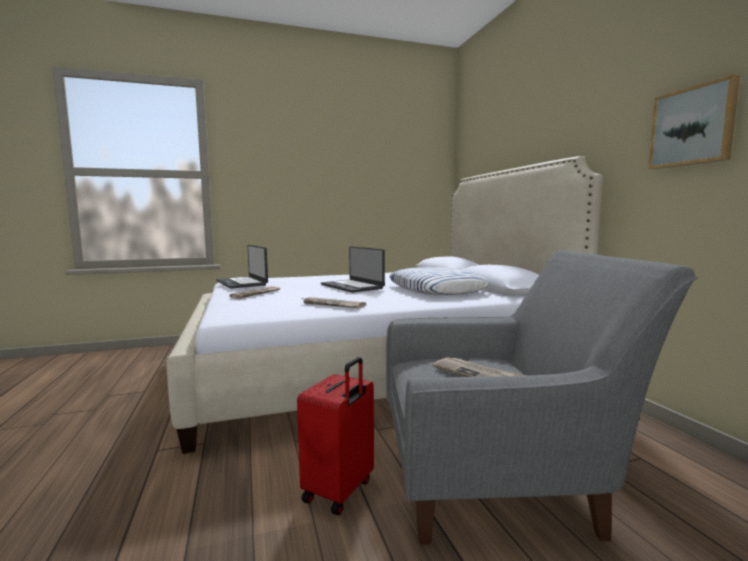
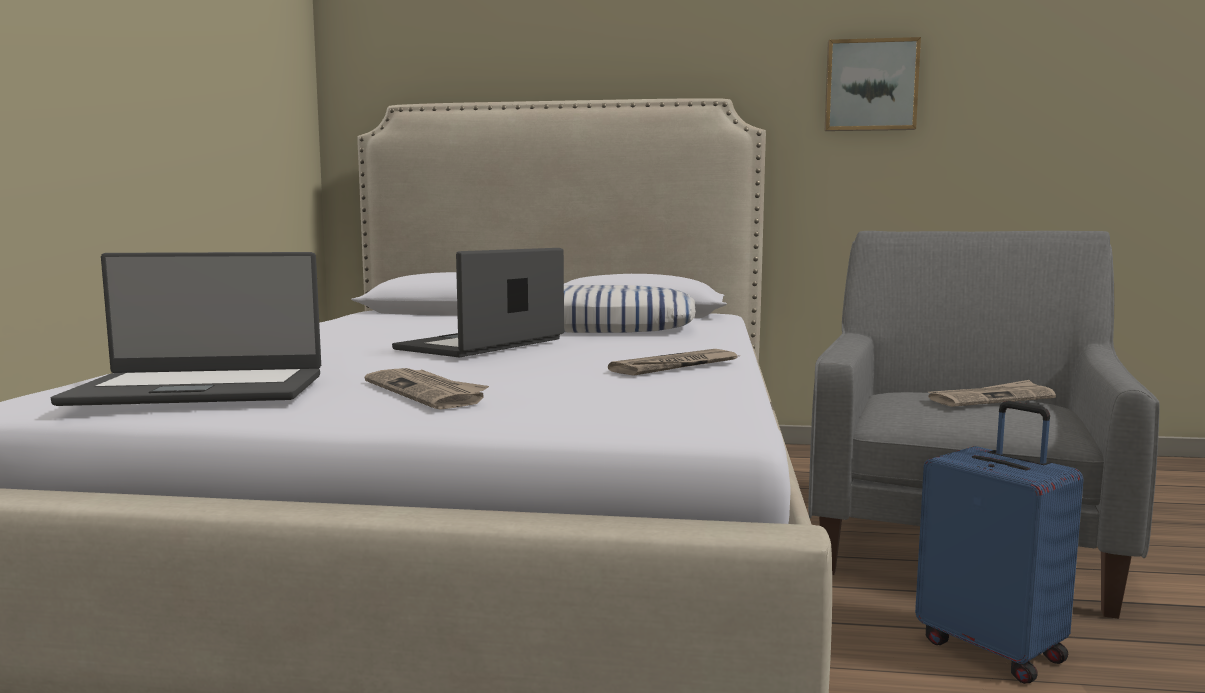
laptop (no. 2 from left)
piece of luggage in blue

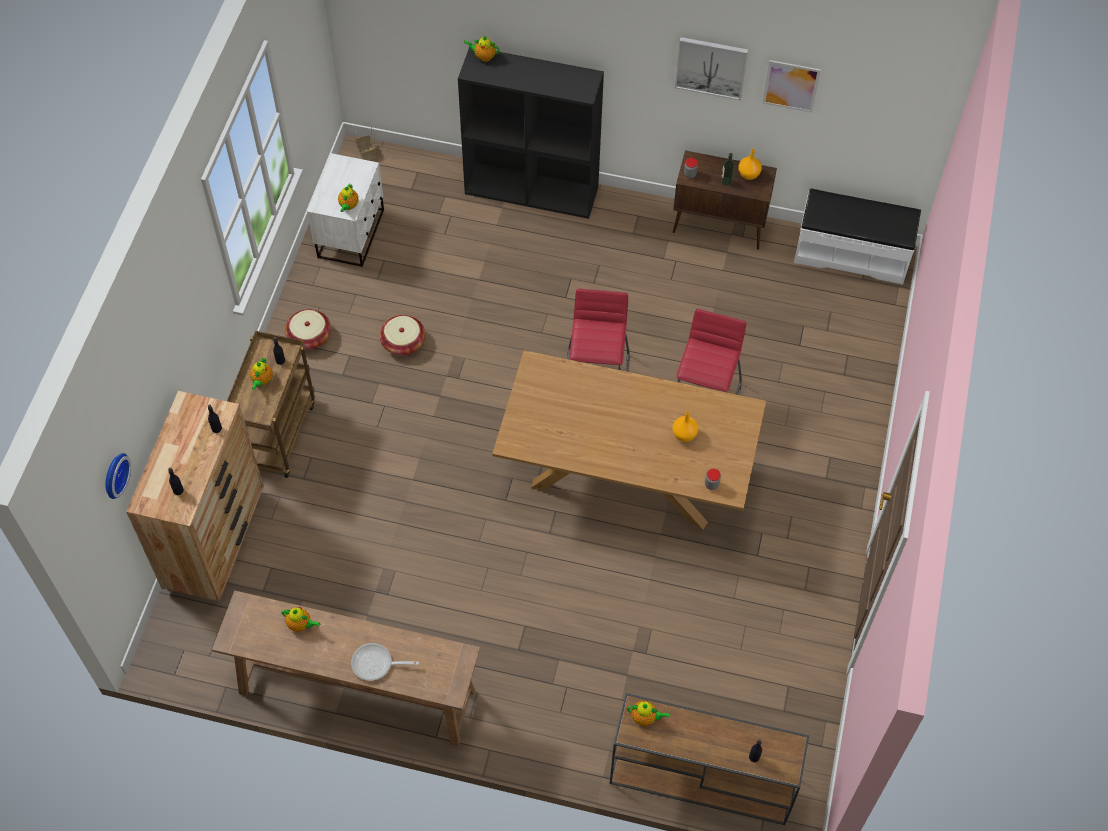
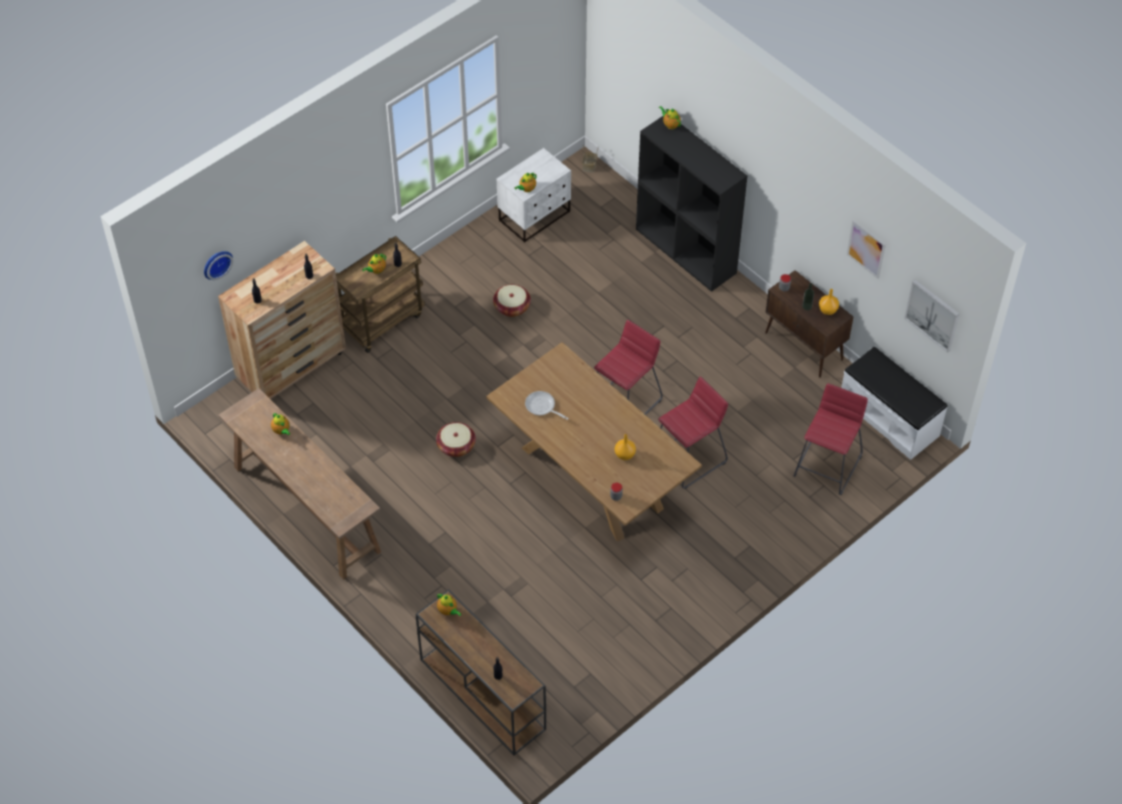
picture (no. 2 from left)
storage basket (no. 1 from left)
skillet
stool in reddish (no. 3 from left)

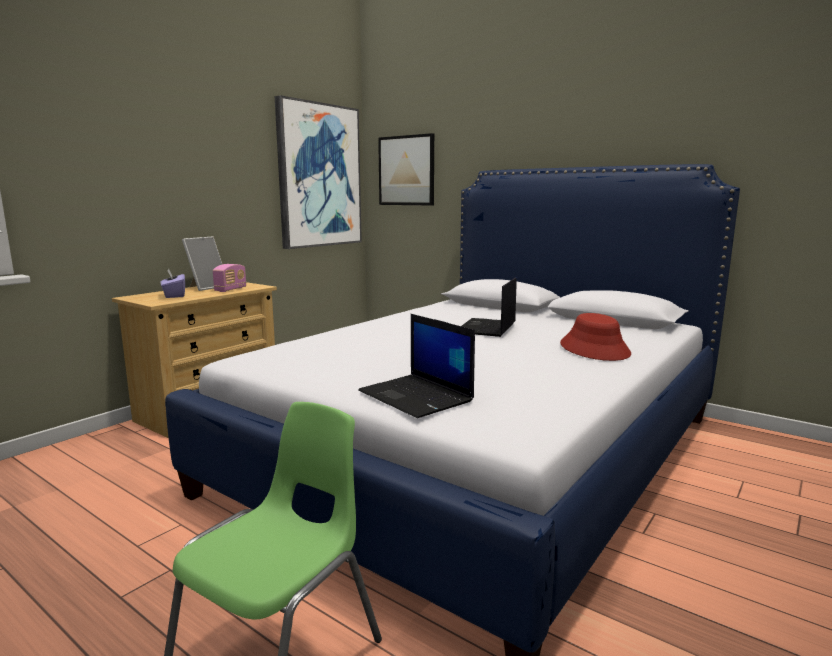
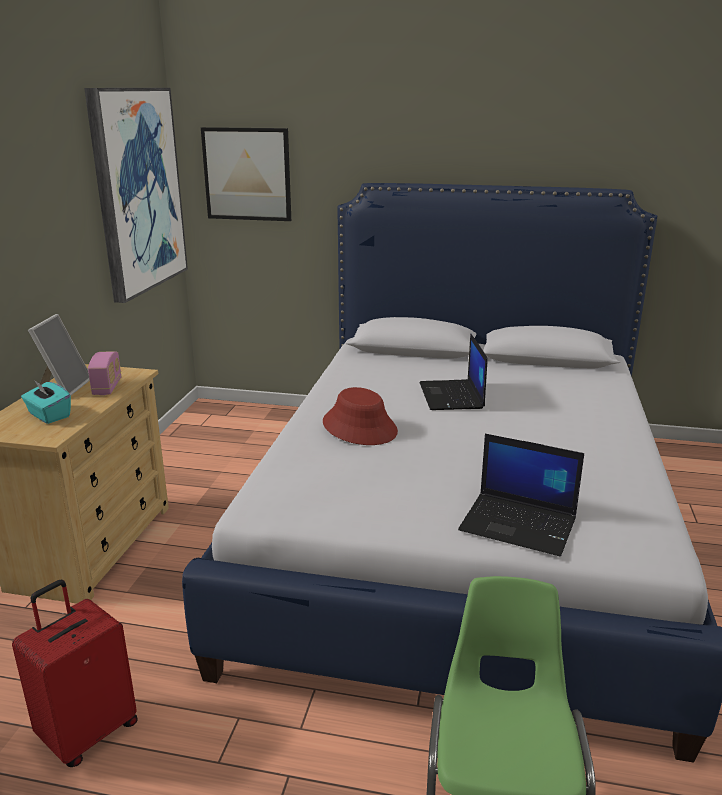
tissue holder in blue-green
wearable hat in reddish
piece of luggage in reddish

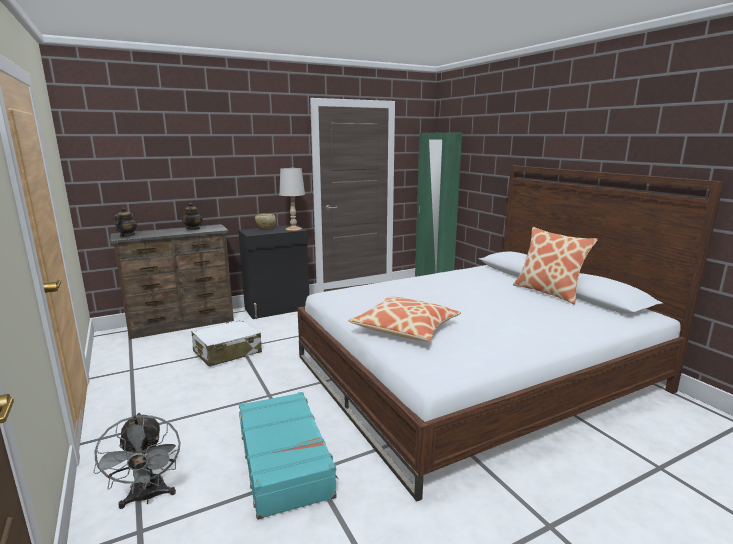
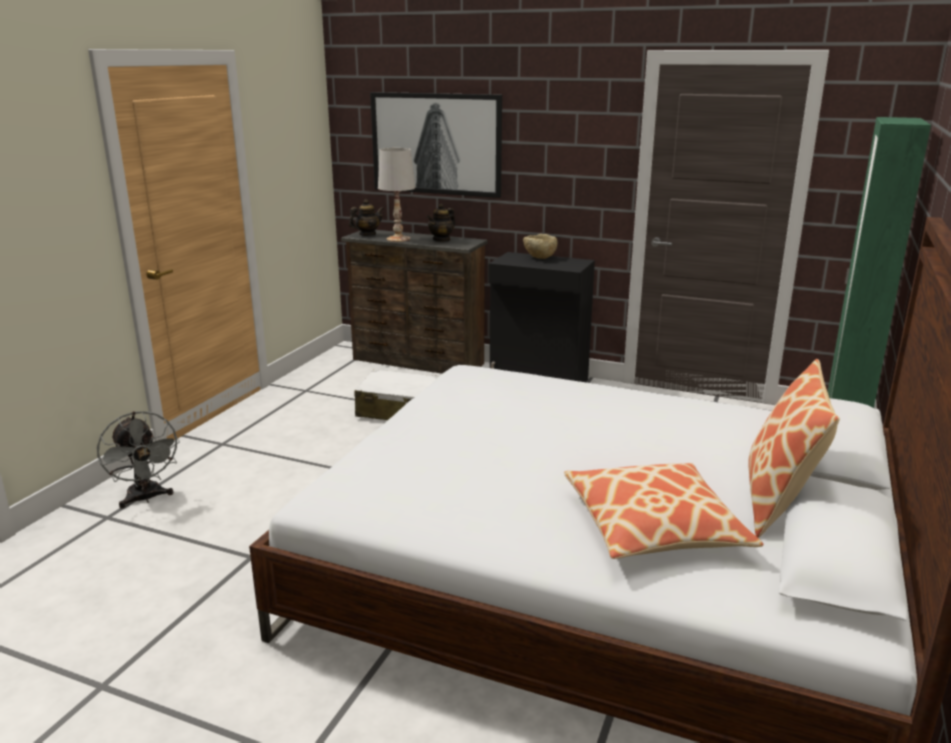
table lamp in whitish
throw pillow (no. 1 from left)
piece of luggage in blue-green
electric fan in grey
picture

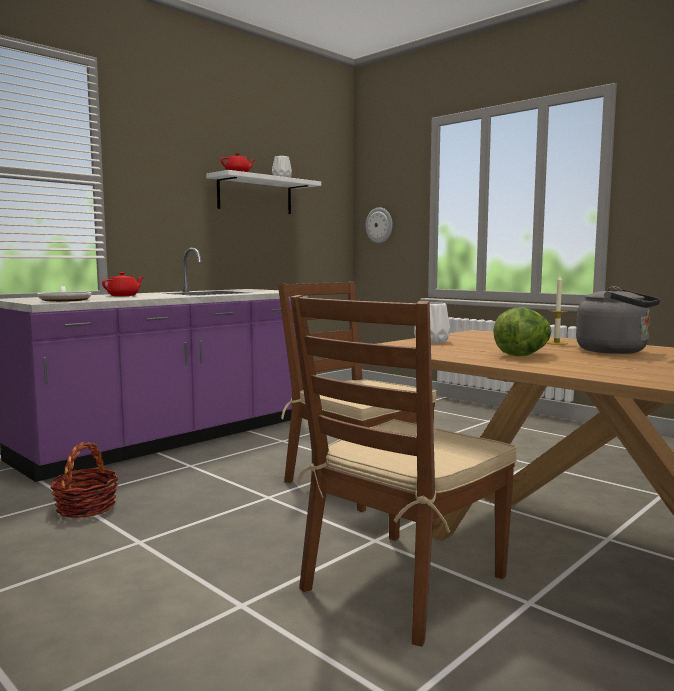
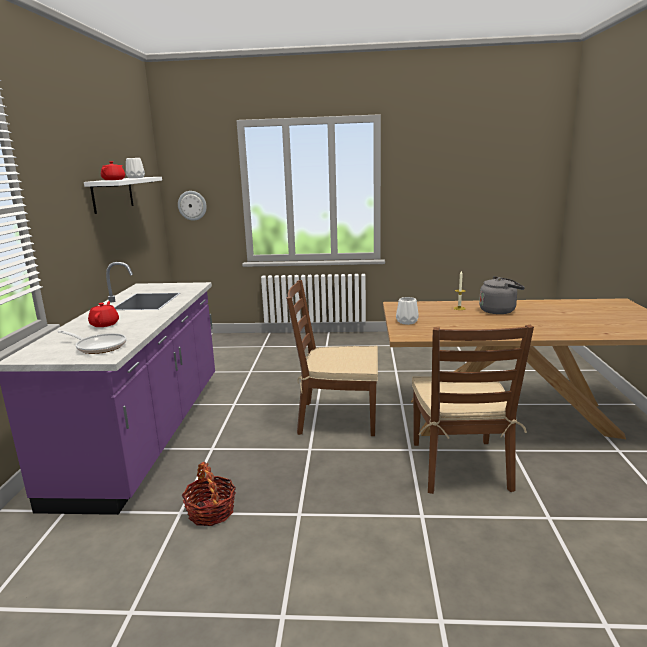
lettuce head

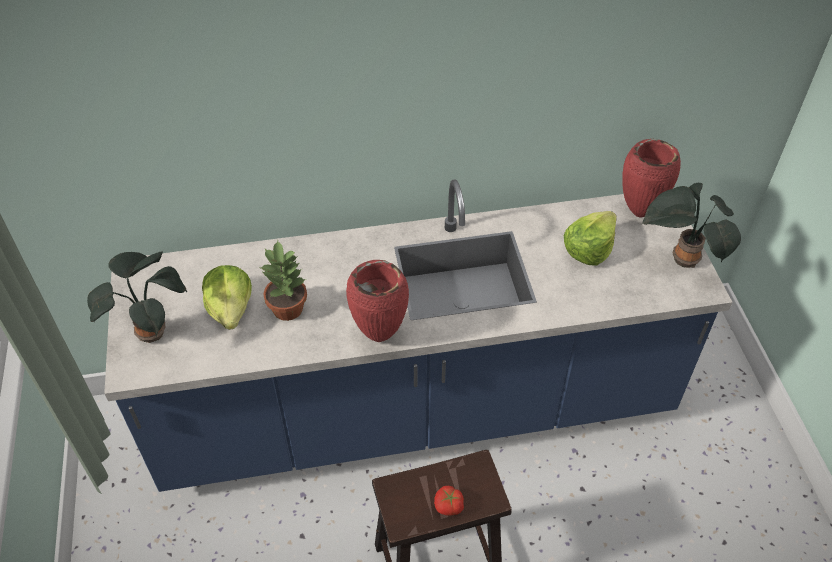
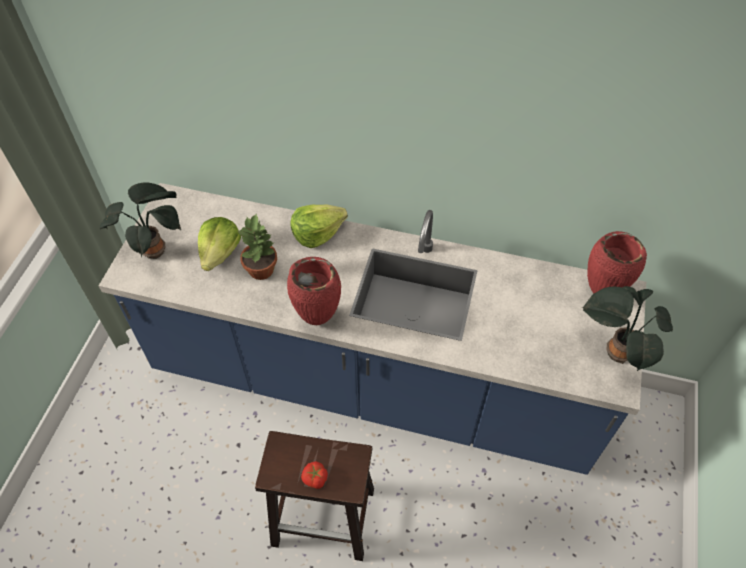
lettuce head (no. 2 from left)

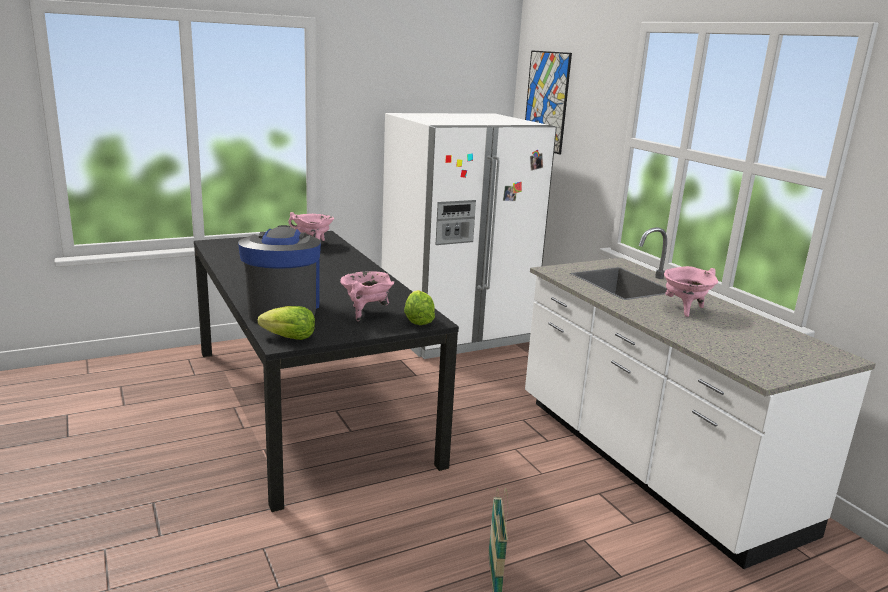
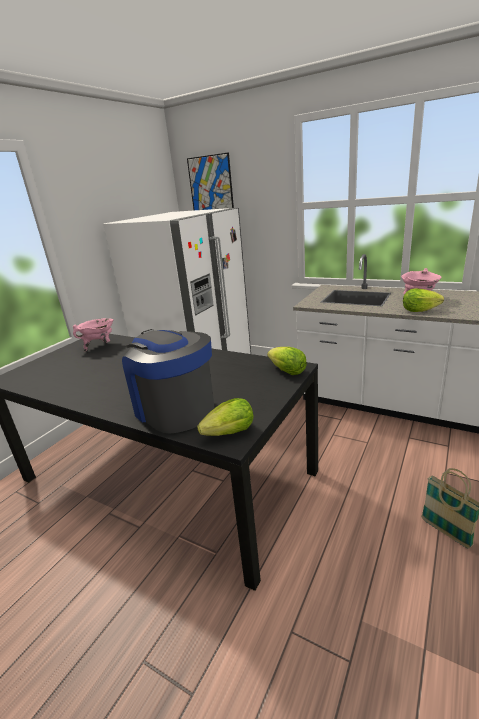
cooking pot in pink-coloured (no. 2 from left in the first image)
lettuce head (no. 3 from left)

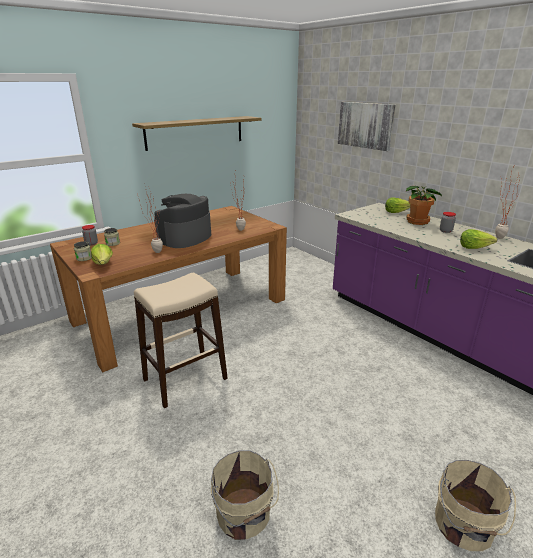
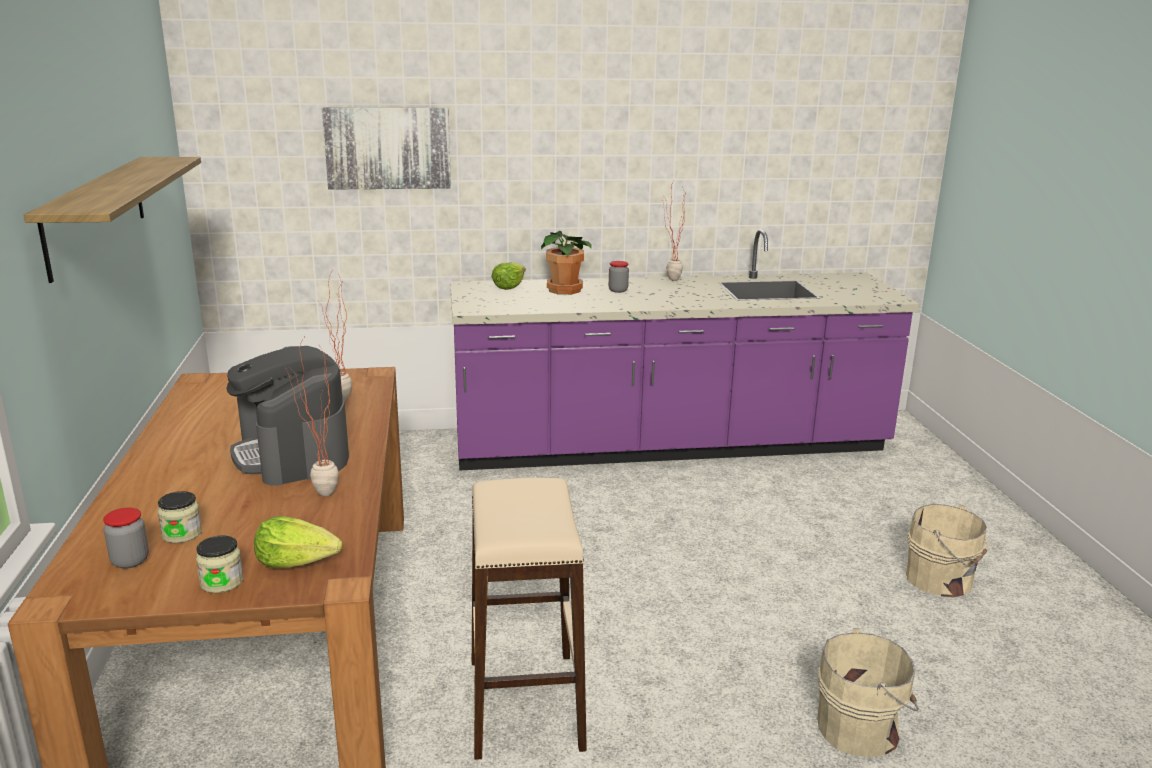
lettuce head (no. 3 from left in the first image)

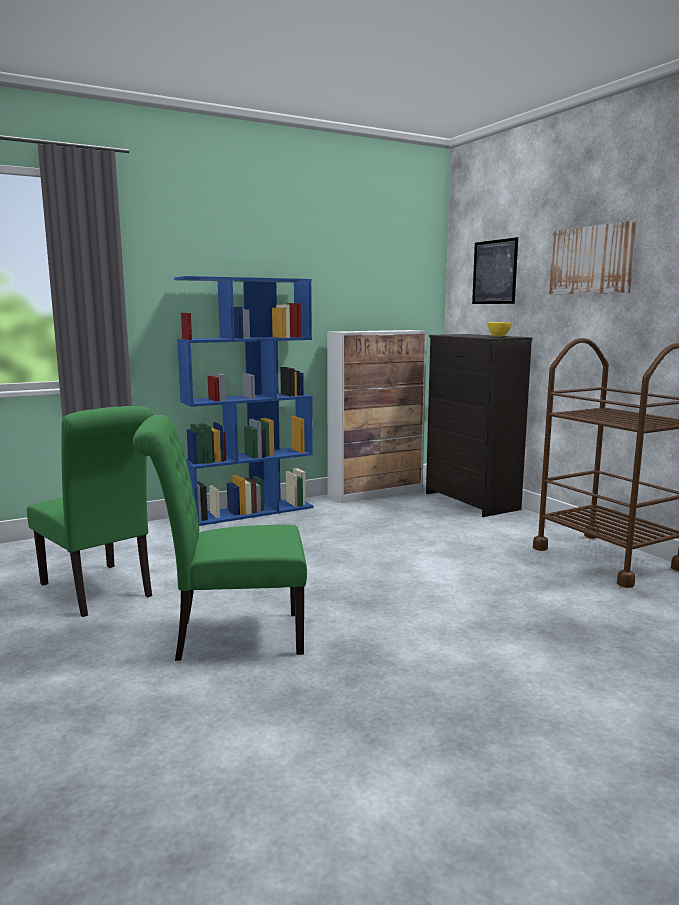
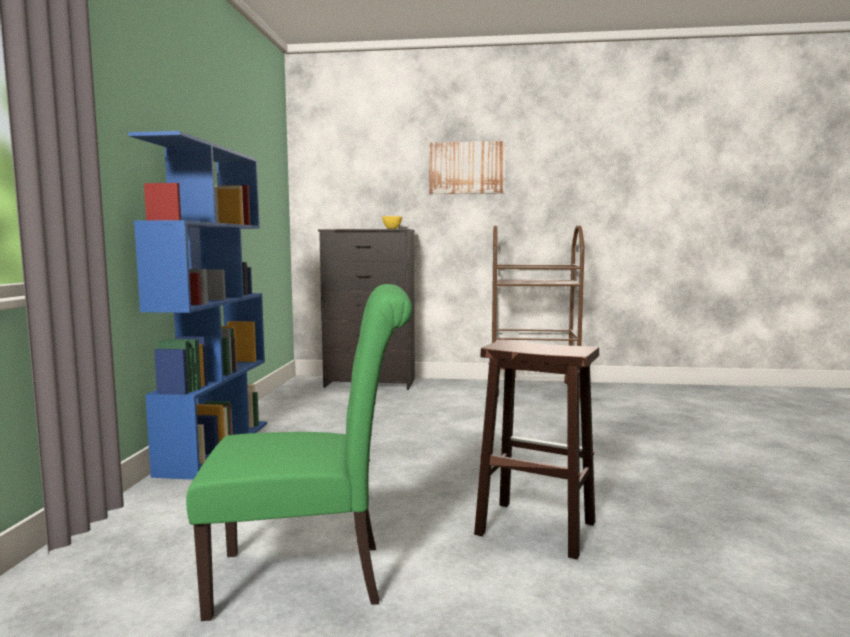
picture (no. 1 from left in the first image)
cupboard
stool in brownish

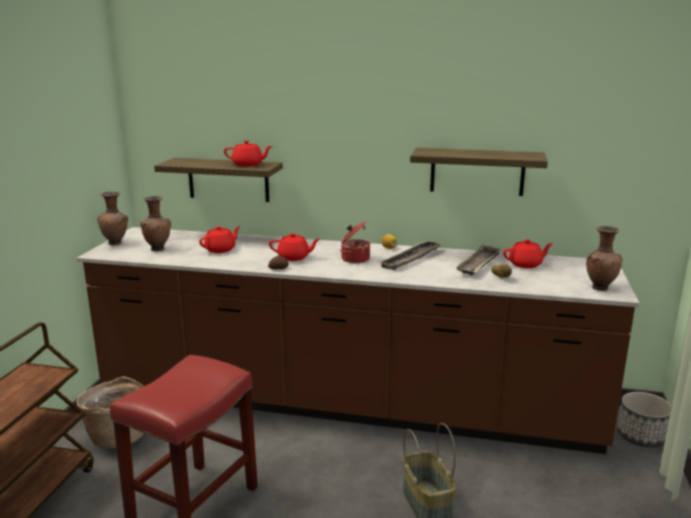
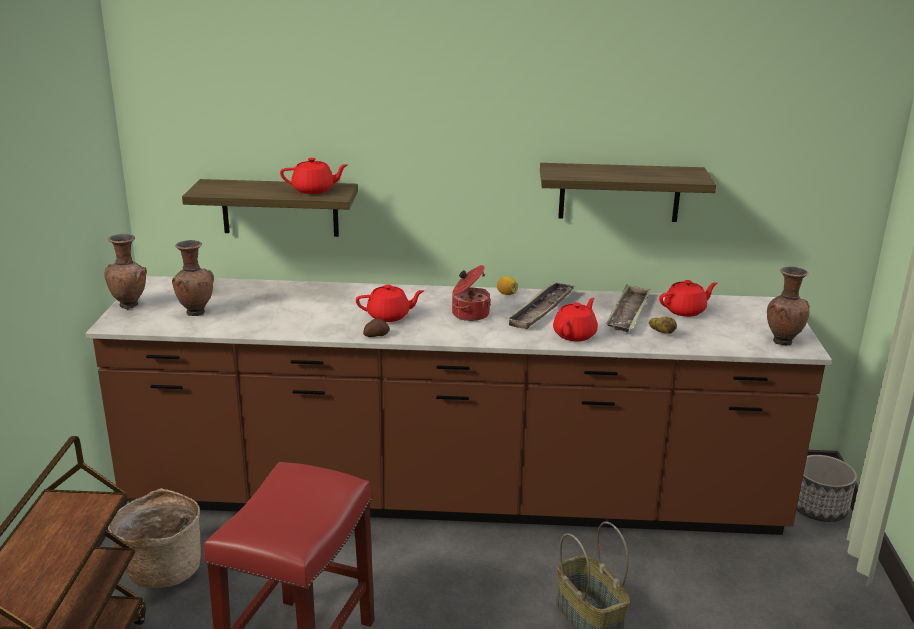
tea pot in reddish (no. 3 from left)

